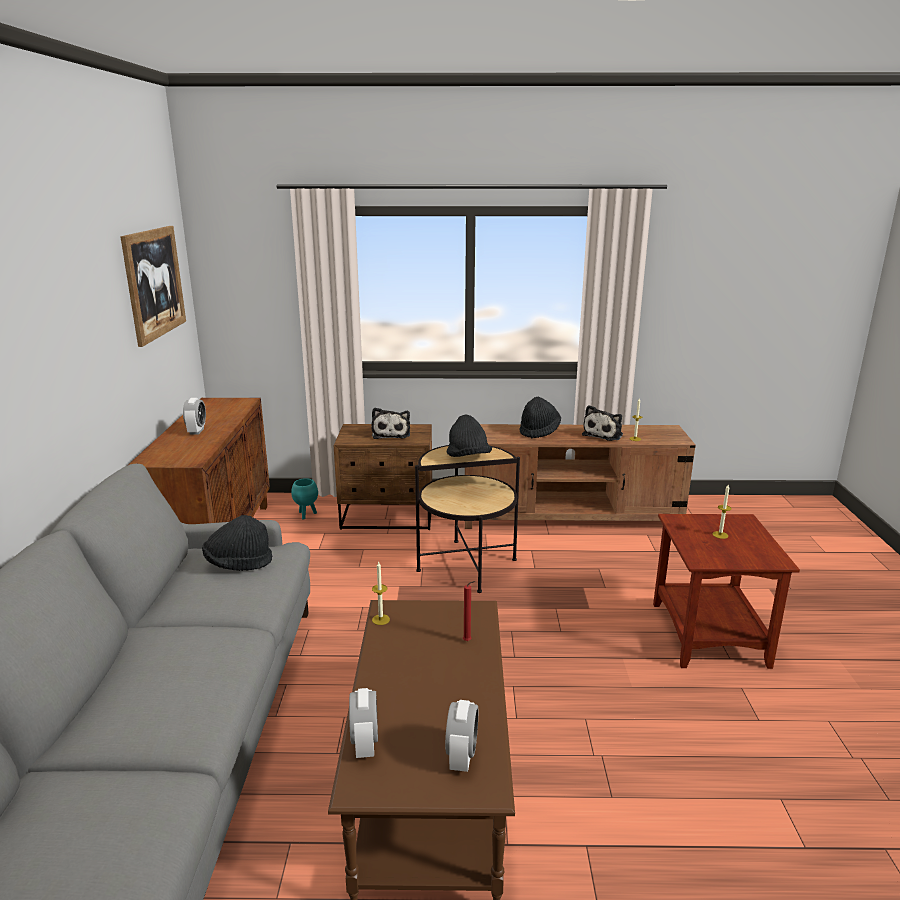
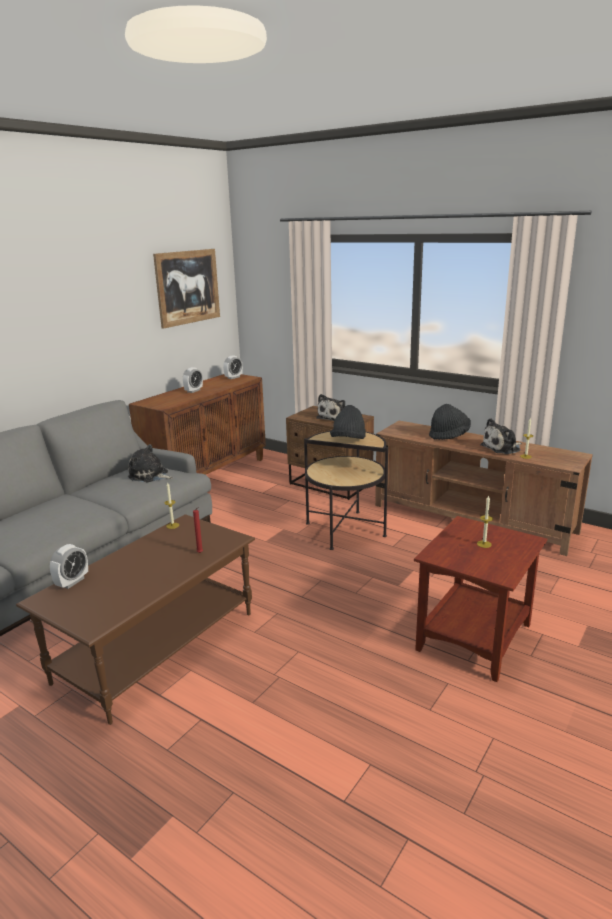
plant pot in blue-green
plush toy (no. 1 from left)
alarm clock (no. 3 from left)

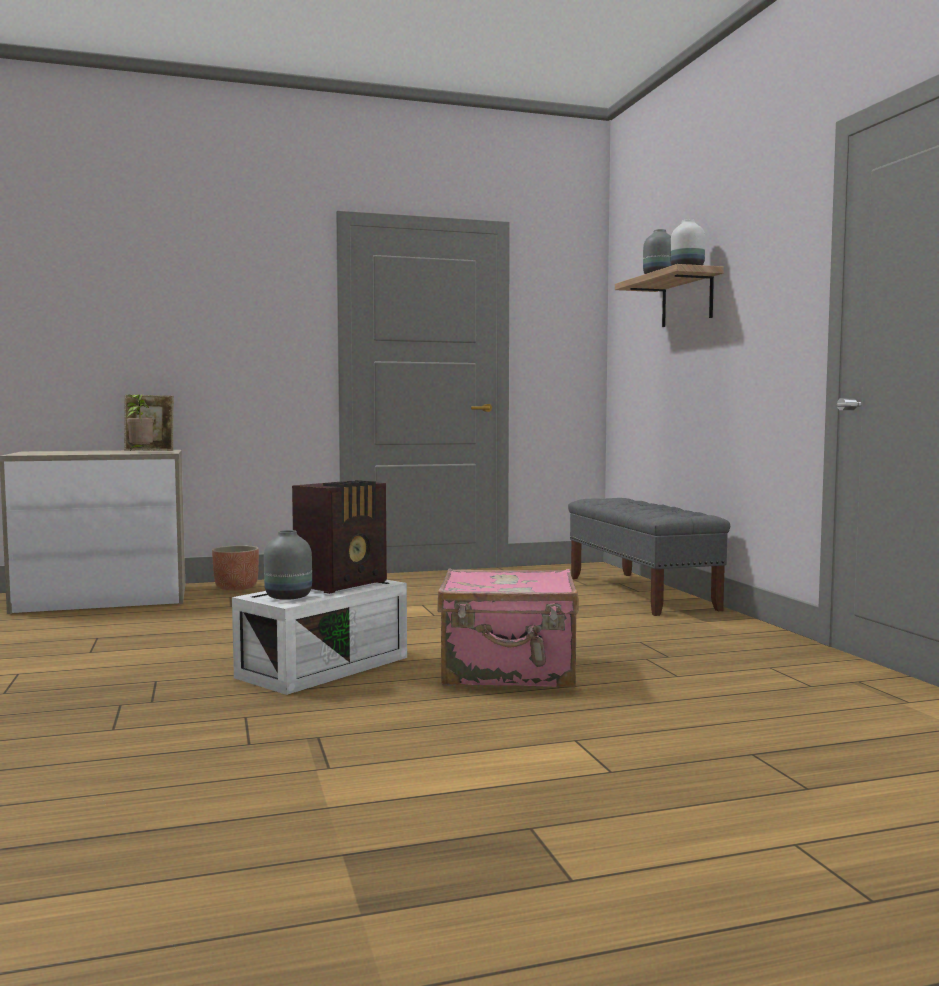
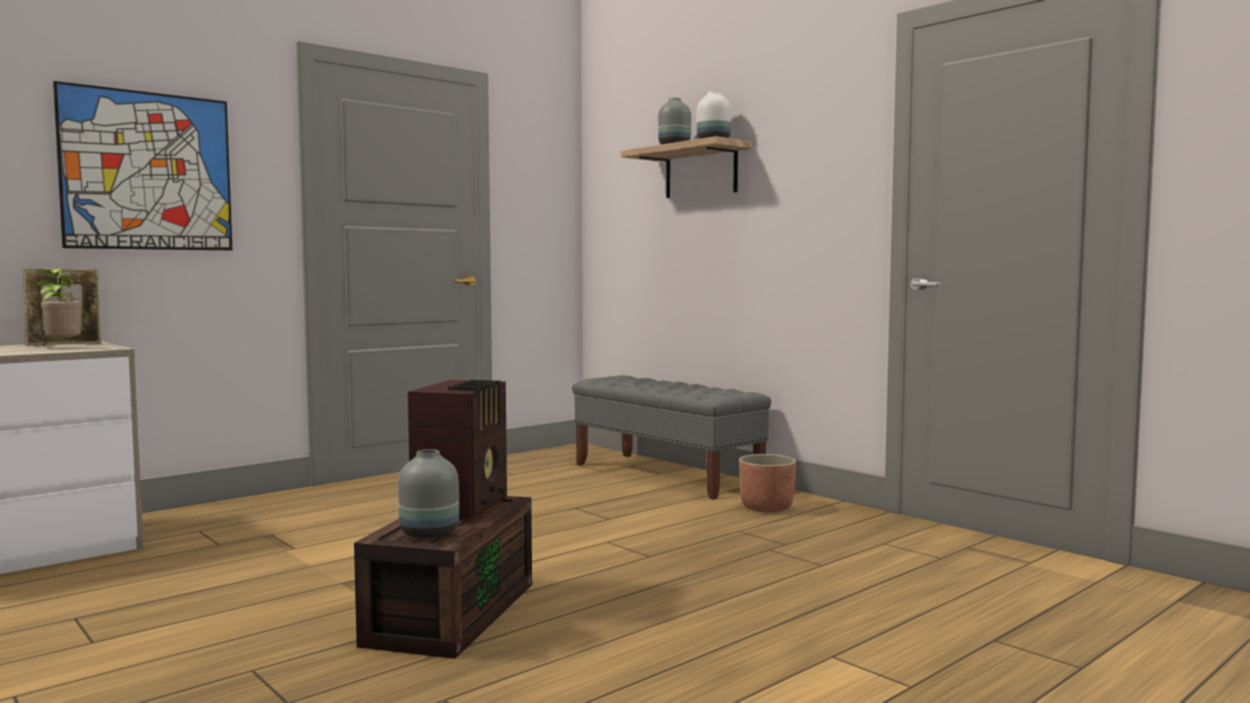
plant pot
piece of luggage in pink-coloured
storage box in brownish
picture

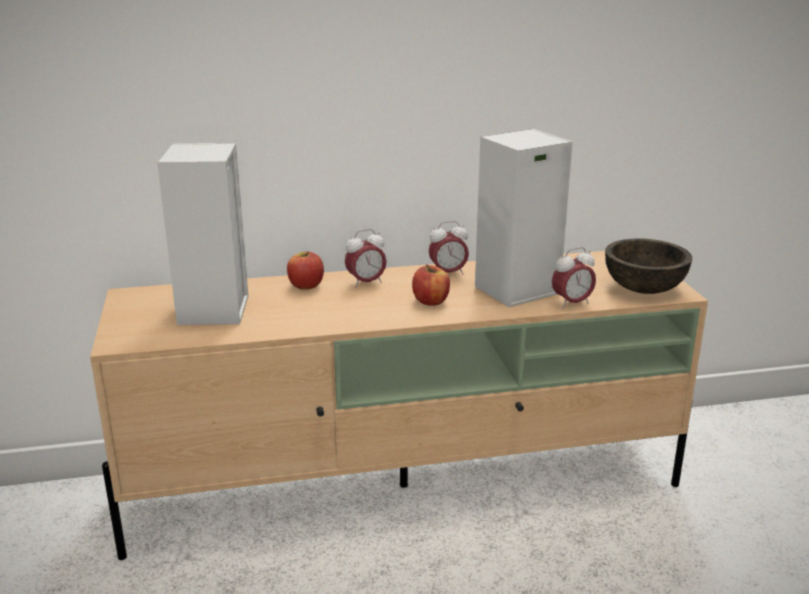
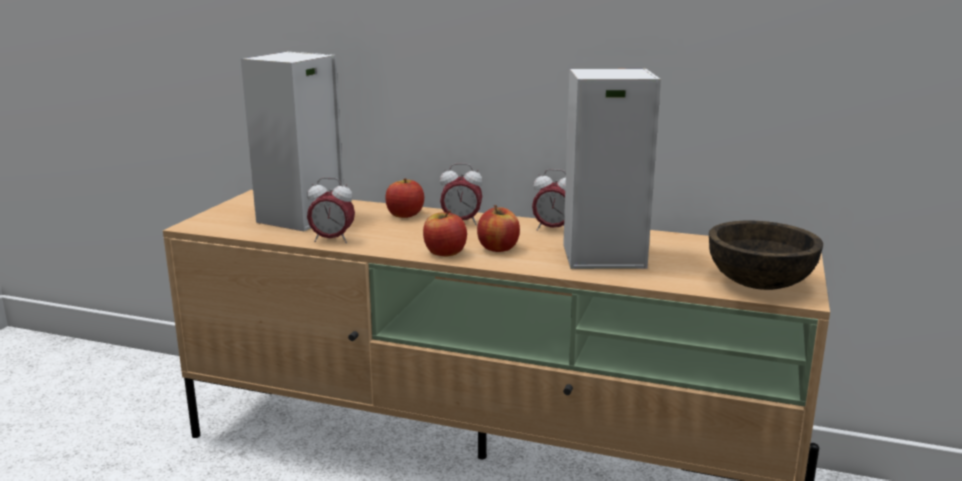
alarm clock (no. 1 from left)
apple (no. 2 from left)

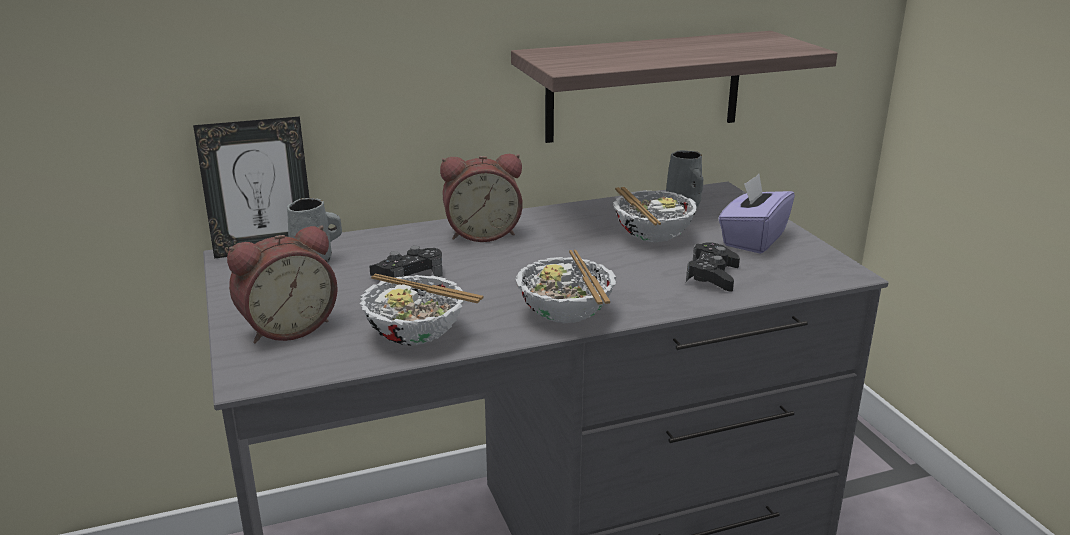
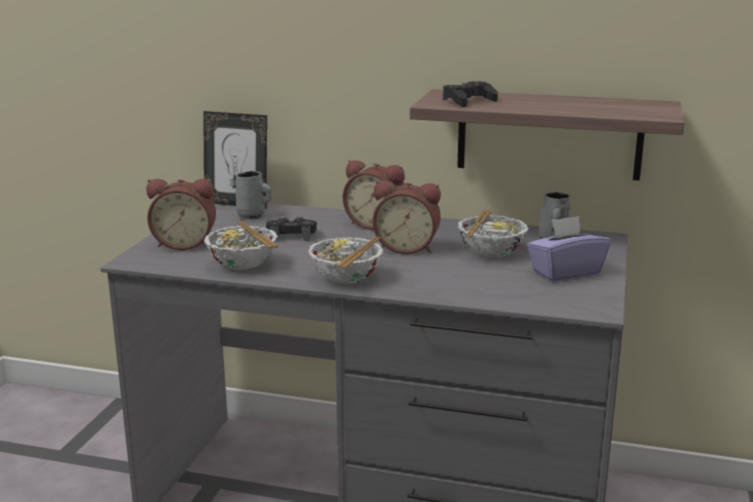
joypad in black (no. 2 from left)
alarm clock (no. 3 from left)

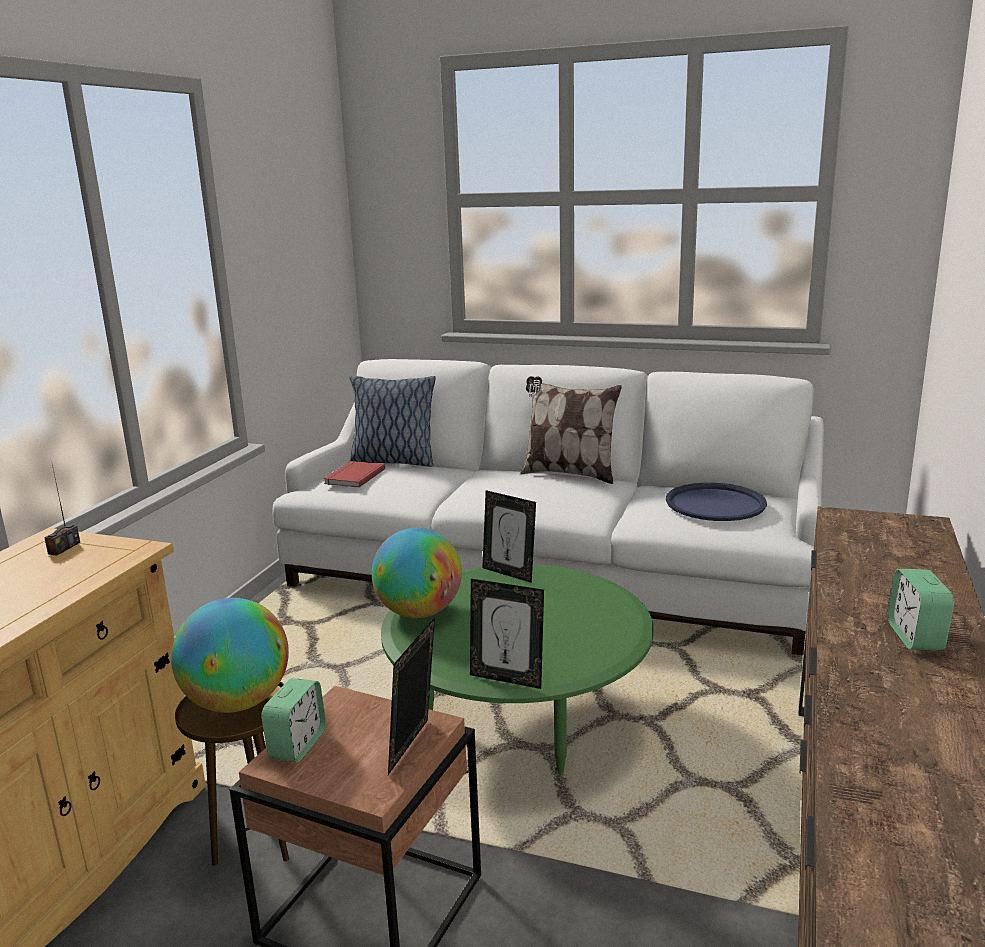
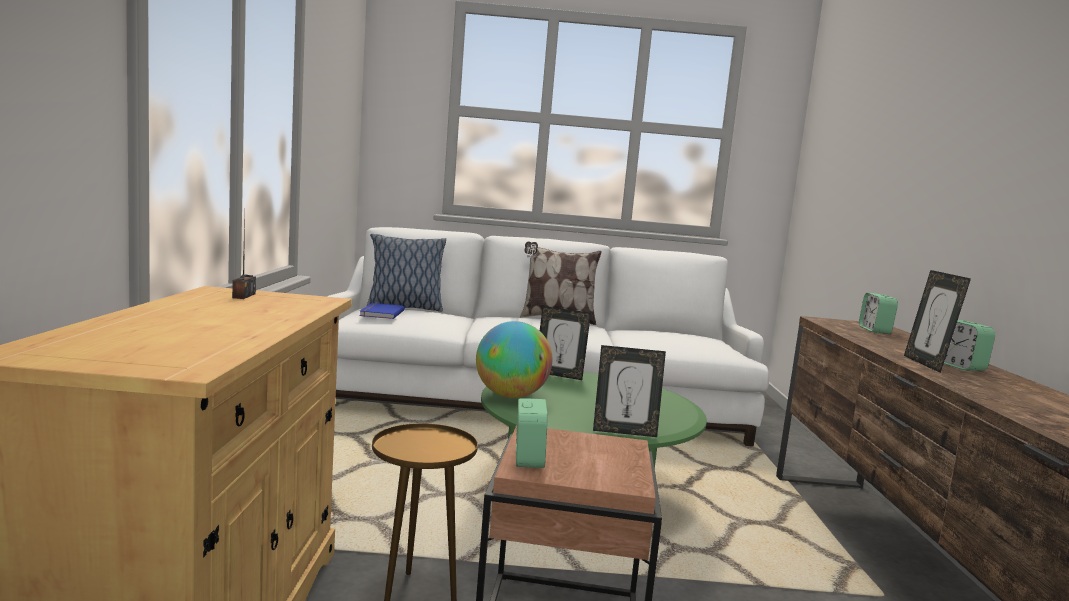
book in blue
serving tray in blue
globe (no. 1 from left in the first image)
standing frame (no. 3 from left)
alarm clock (no. 2 from left)

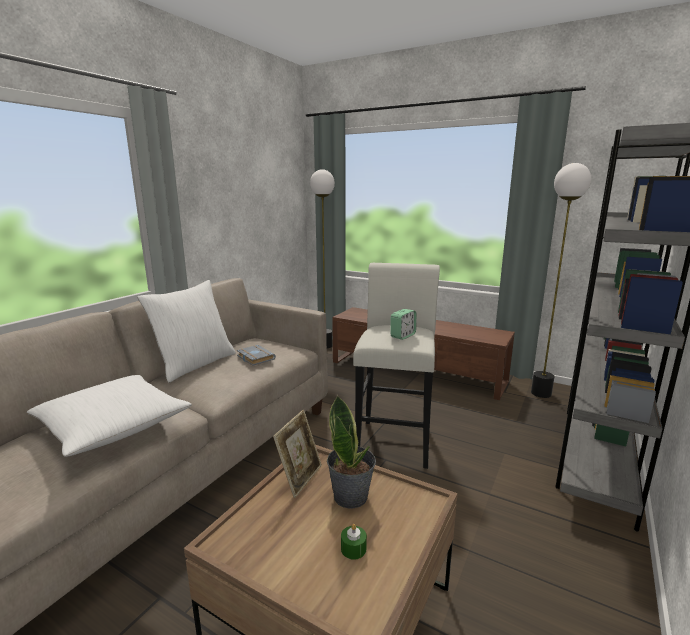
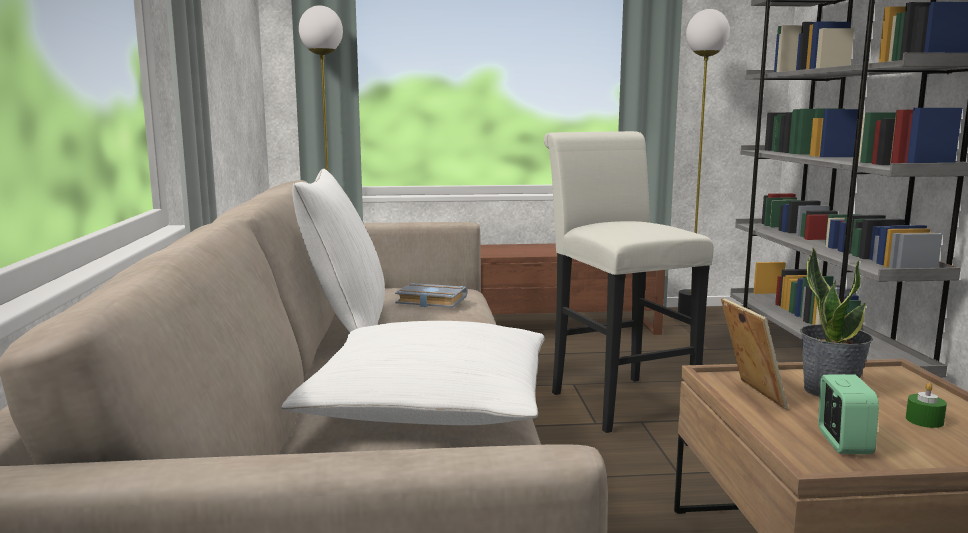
alarm clock

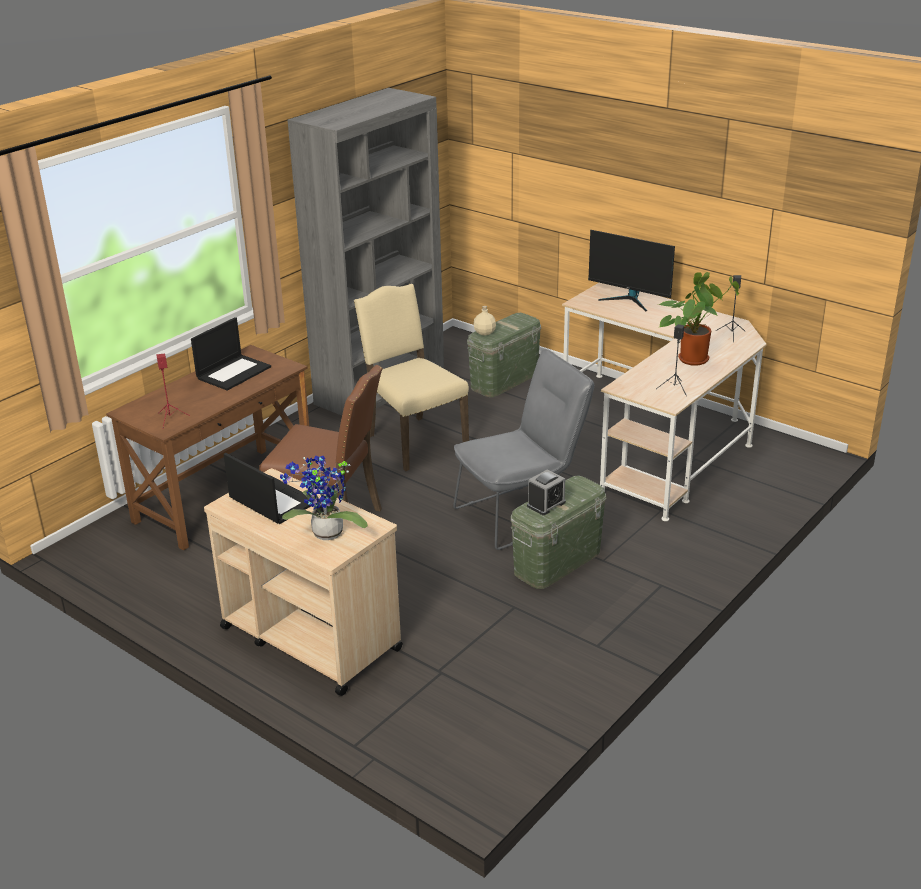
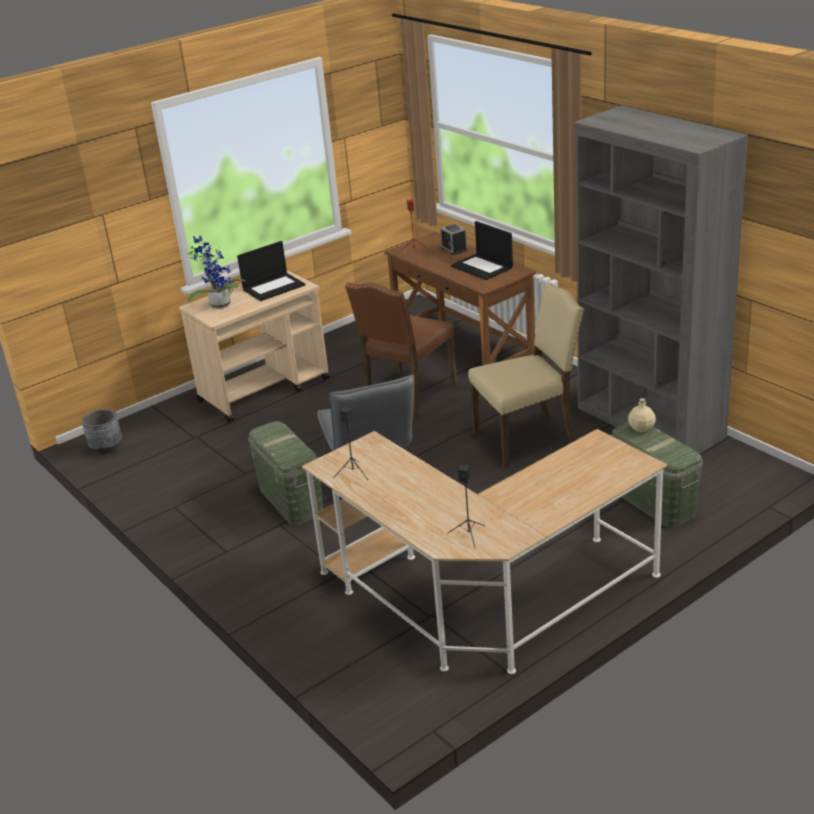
computer display
plant in a pot (no. 2 from left in the first image)
alarm clock
plant pot in grey

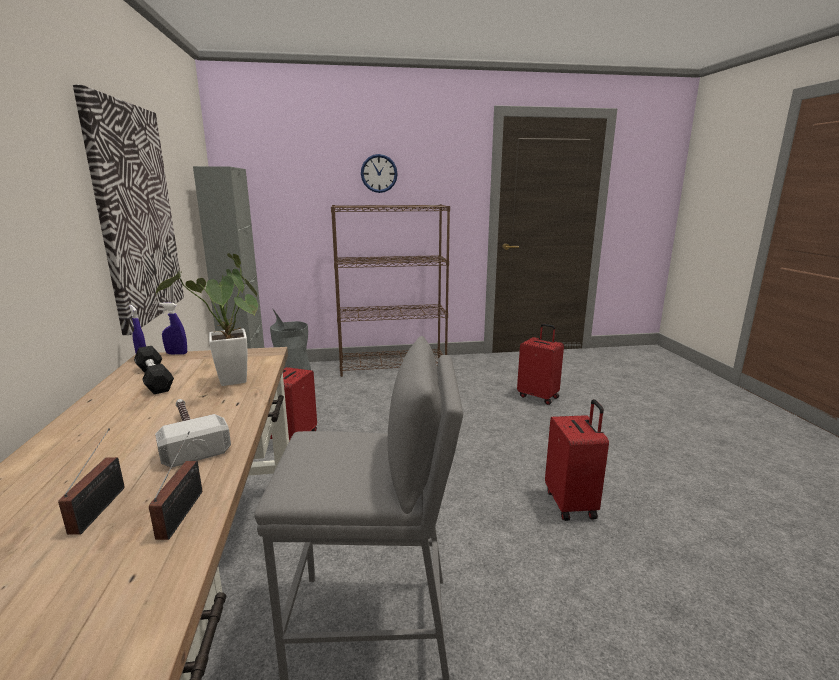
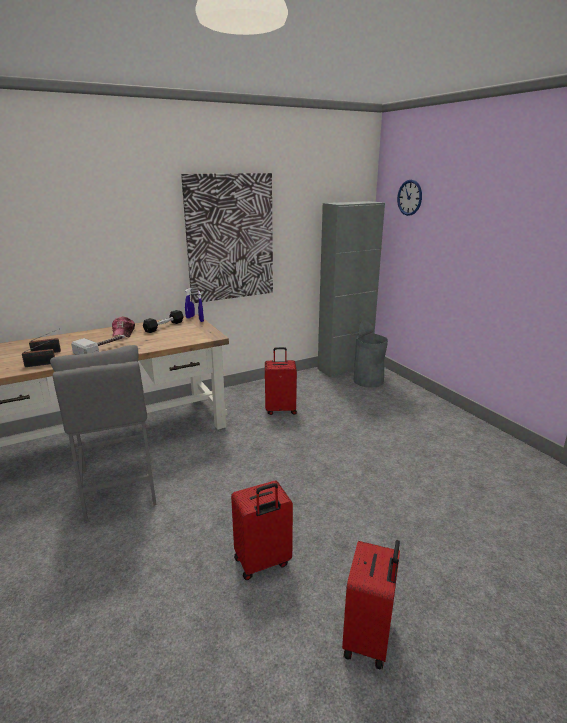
wall clock
shelving unit in brownish
plant in a pot
piece of luggage in reddish (no. 3 from left)
cap

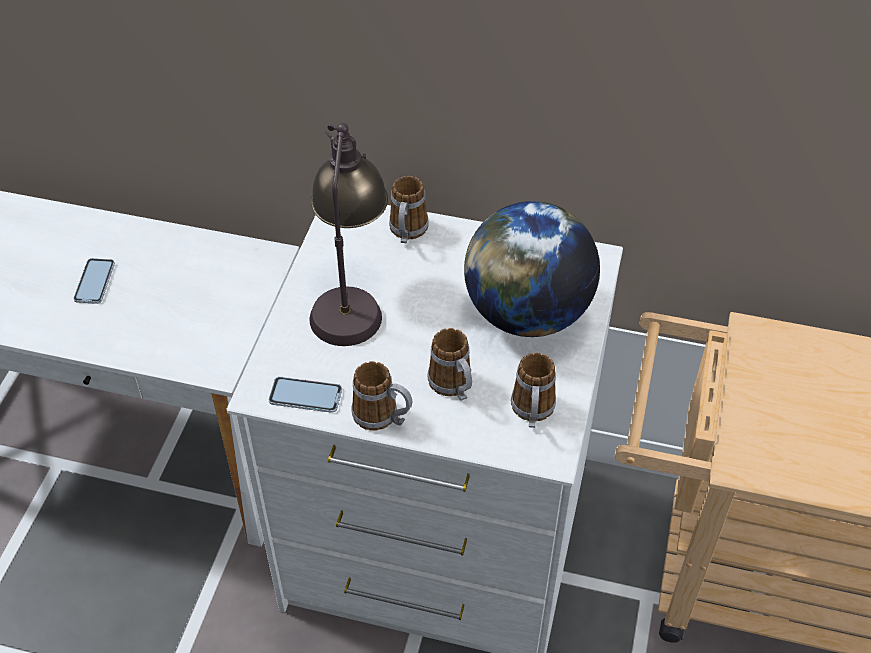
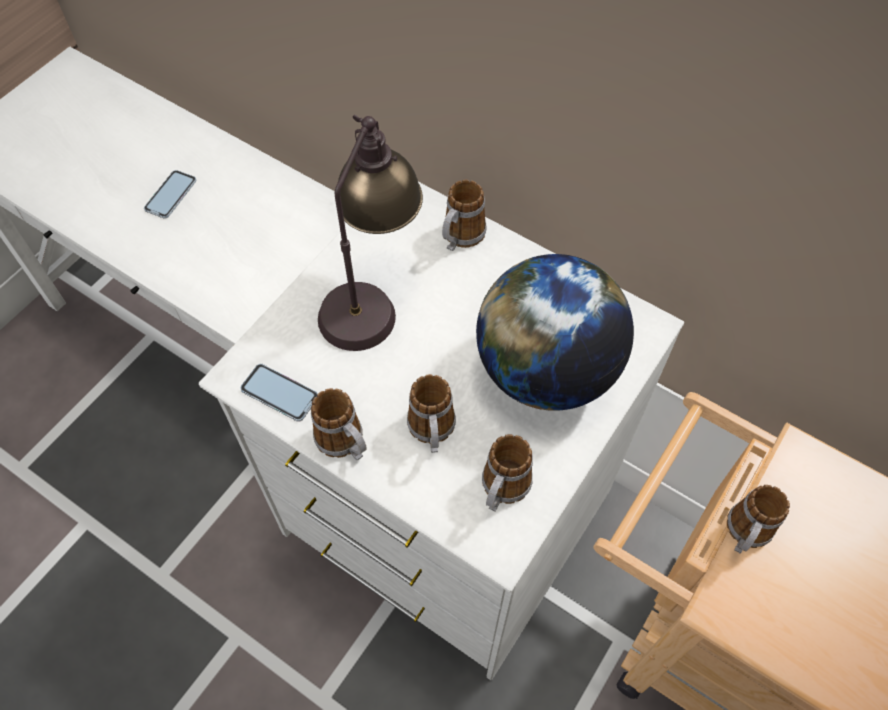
mug (no. 5 from left)

